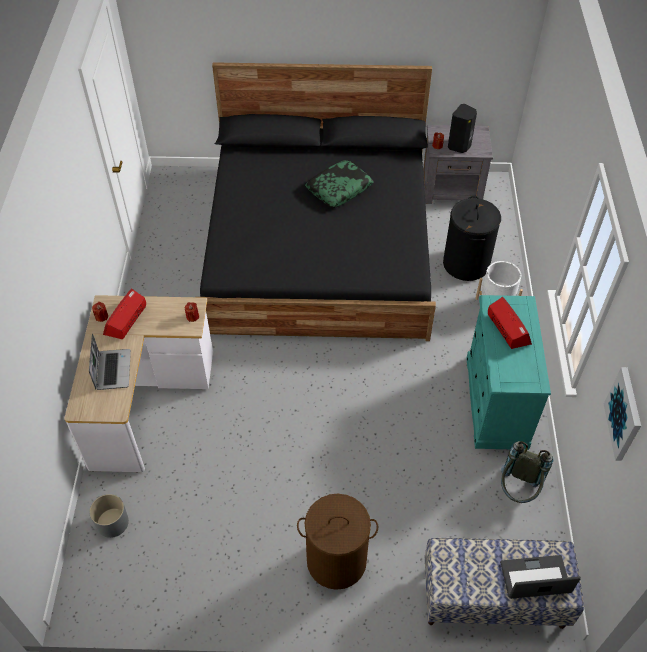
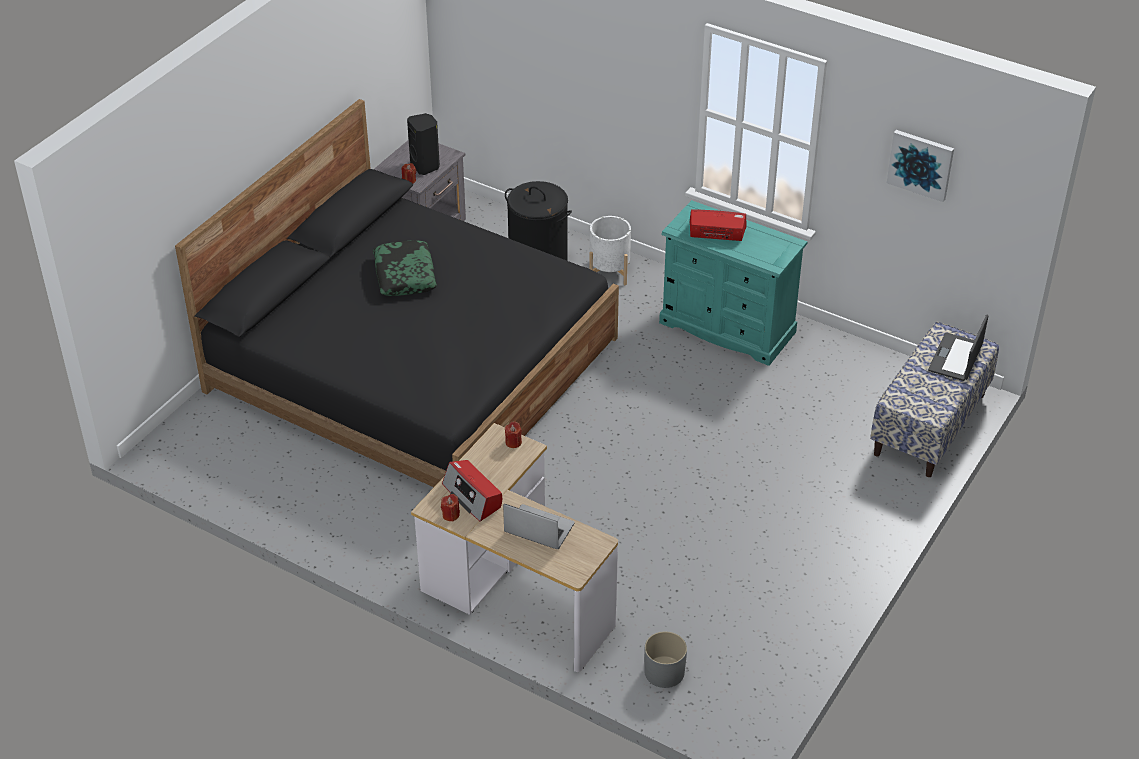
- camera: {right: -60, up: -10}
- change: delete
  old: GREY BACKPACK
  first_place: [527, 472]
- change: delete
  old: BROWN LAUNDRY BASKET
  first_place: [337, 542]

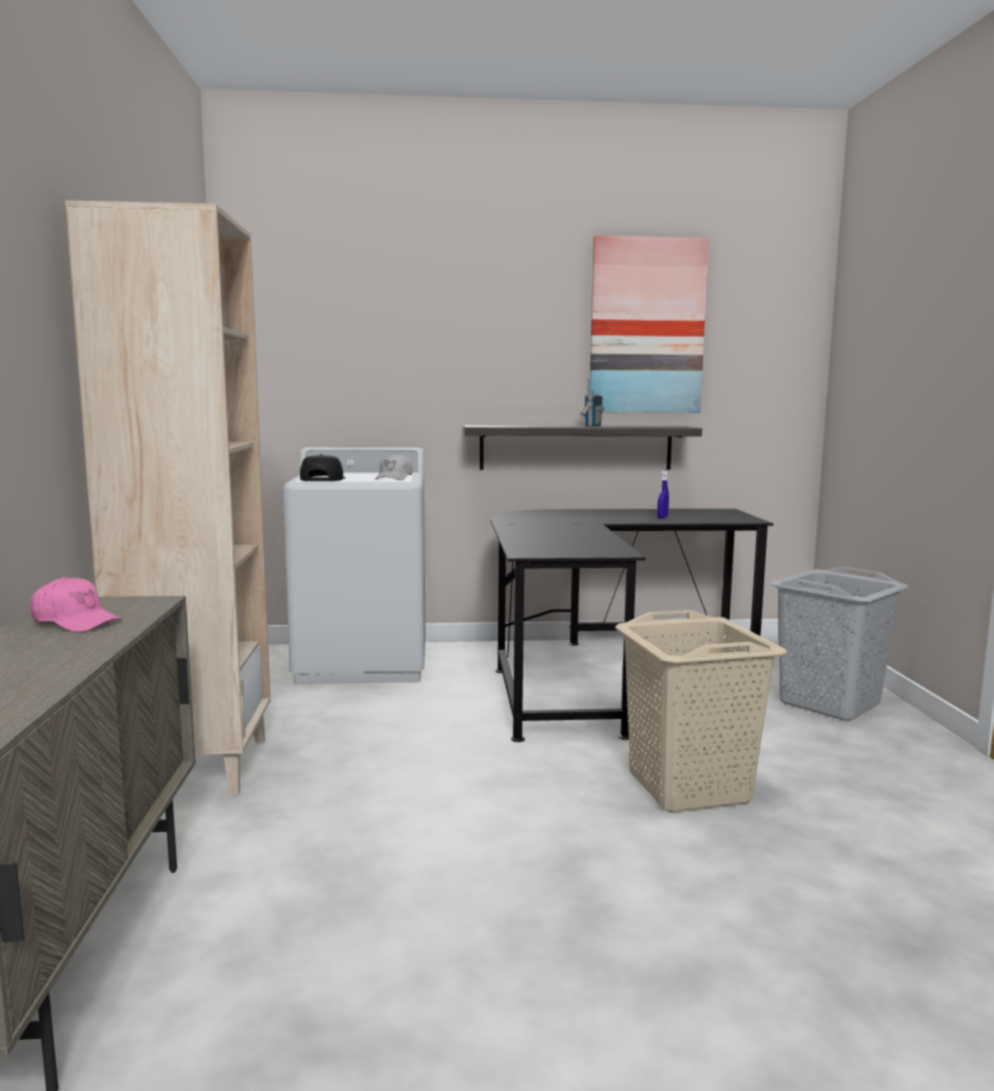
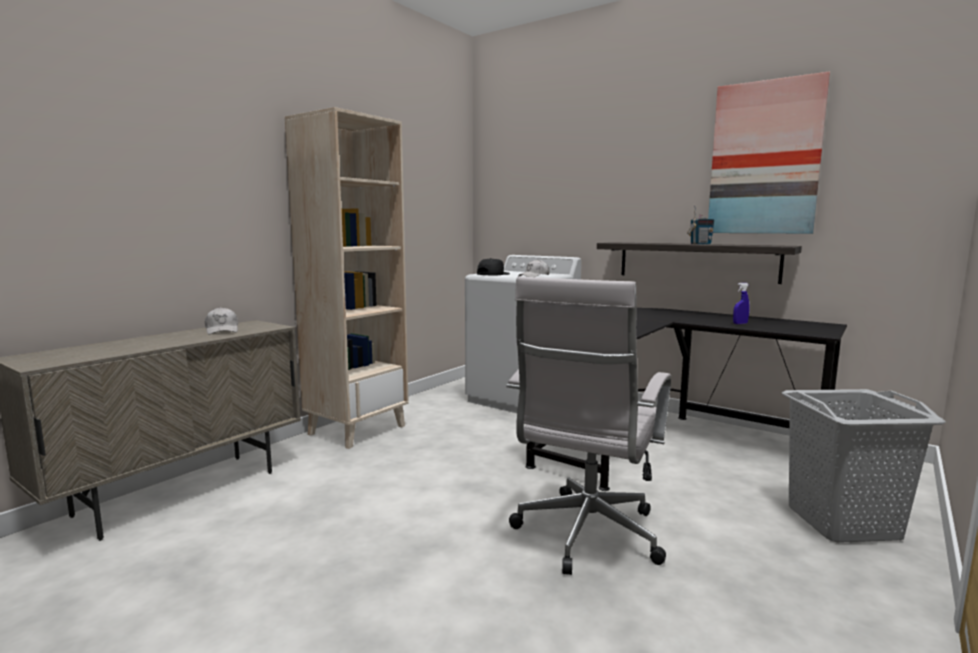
- camera: {right: 40, up: 0}
- change: recolor
  old: PINK CAP
  new: WHITE CAP
  first_place: [76, 604]
  second_place: [221, 320]
- change: replace
  old: BEIGE LAUNDRY BASKET
  new: WHITE OFFICE CHAIR
  first_place: [701, 711]
  second_place: [588, 425]

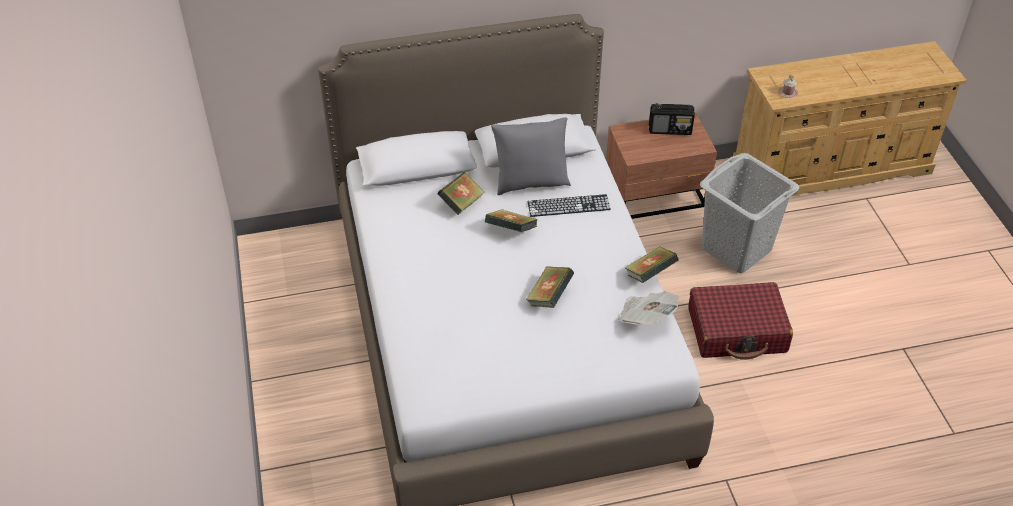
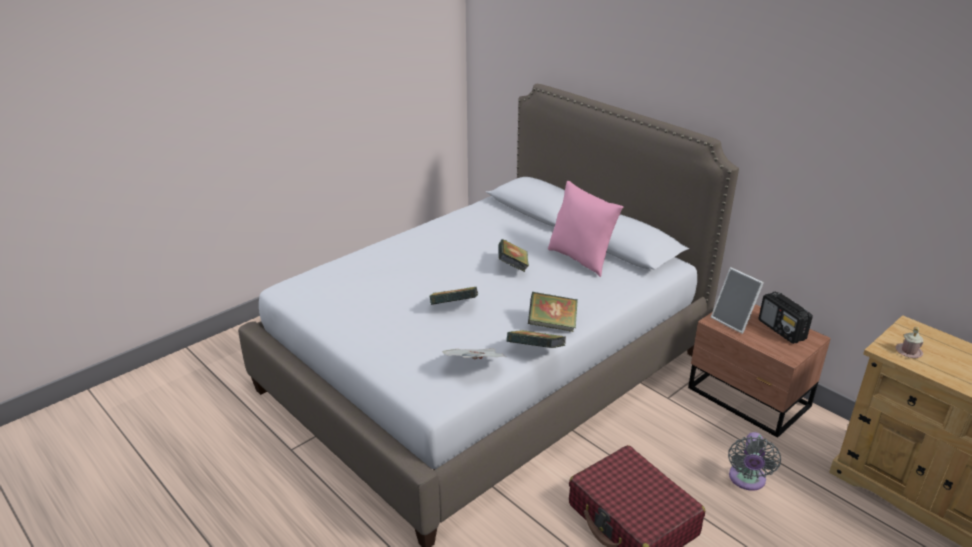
- camera: {right: 60, up: -15}
- change: recolor
  old: GREY PILLOW
  new: PINK PILLOW
  first_place: [531, 156]
  second_place: [585, 229]
- change: replace
  old: GREY LAUNDRY BASKET
  new: GREY FAN
  first_place: [749, 213]
  second_place: [754, 461]
- change: move
  old: BOOK
  first_place: [461, 193]
  second_place: [553, 312]
- change: delete
  old: KEYBOARD
  first_place: [569, 205]
- change: insert
  new: PICTURE FRAME
  second_place: [737, 300]

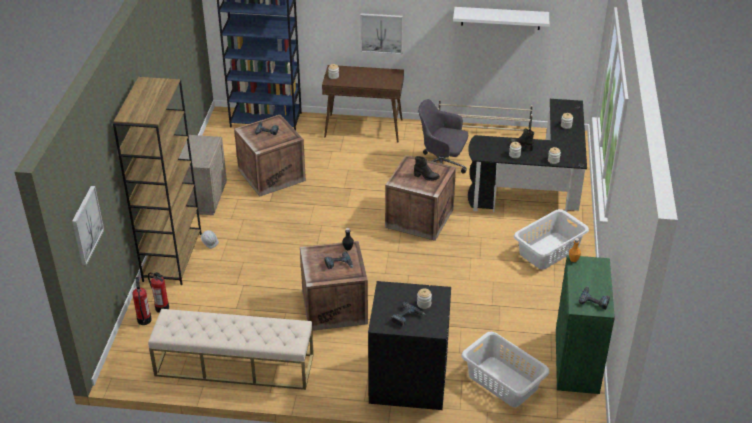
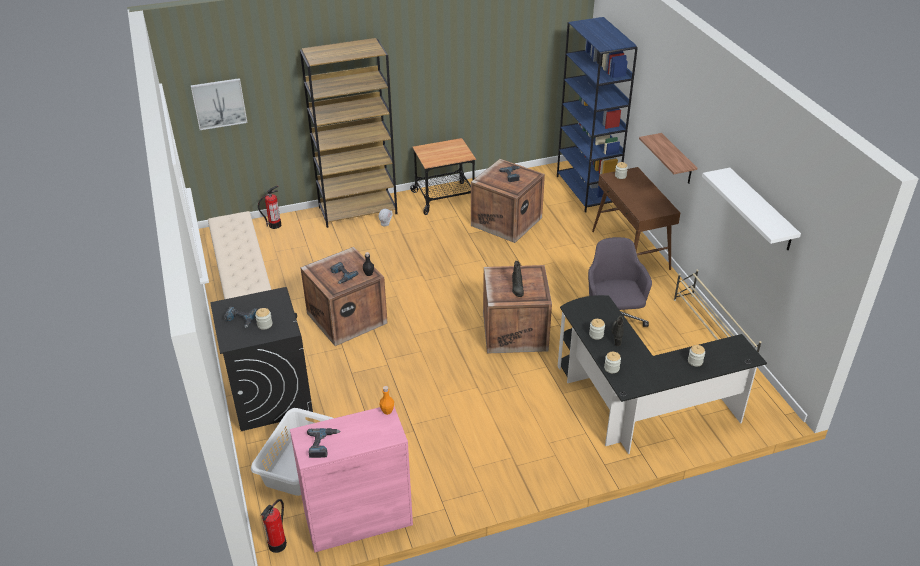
- camera: {right: 65, up: 0}
- change: replace
  old: PICTURE
  new: SHELF
  first_place: [381, 33]
  second_place: [668, 158]
- change: replace
  old: BEIGE NIGHTSTAND
  new: CART
  first_place: [203, 175]
  second_place: [443, 176]
- change: delete
  old: WHITE LAUNDRY BASKET
  first_place: [551, 239]
- change: recolor
  old: GREEN CABINET
  new: PINK CABINET
  first_place: [585, 324]
  second_place: [351, 479]
- change: move
  old: FIRE EXTINGUISHER
  first_place: [158, 292]
  second_place: [274, 526]

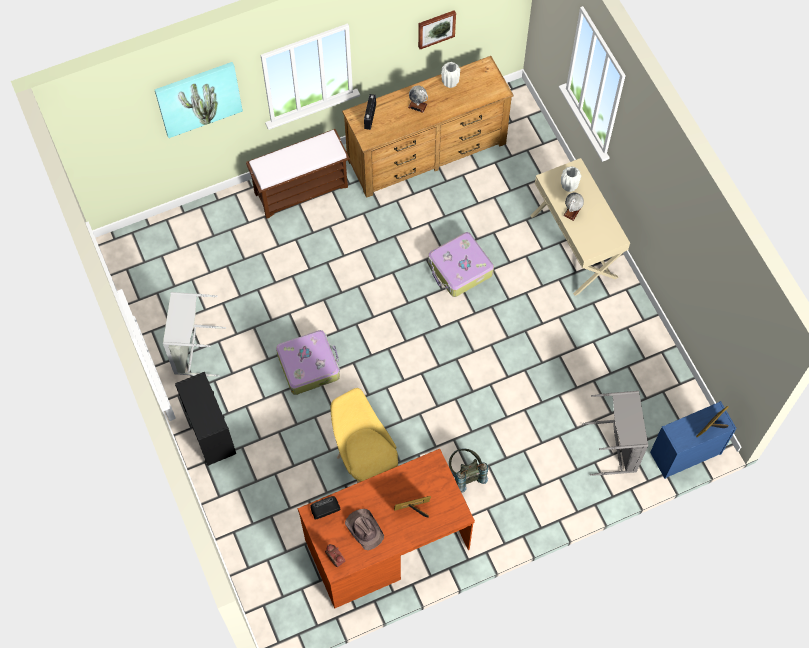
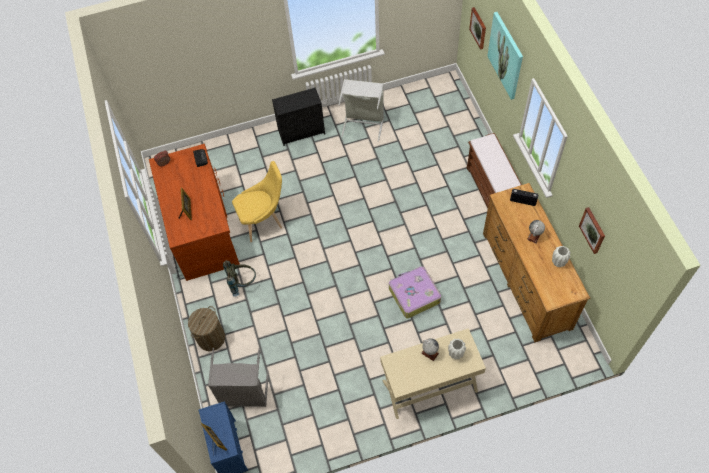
- camera: {right: 100, up: -5}
- change: delete
  old: SUITCASE
  first_place: [308, 362]
- change: delete
  old: BROWN HAT
  first_place: [364, 529]
- change: insert
  new: PICTURE
  second_place: [477, 28]
- change: insert
  new: LAUNDRY BASKET
  second_place: [206, 328]

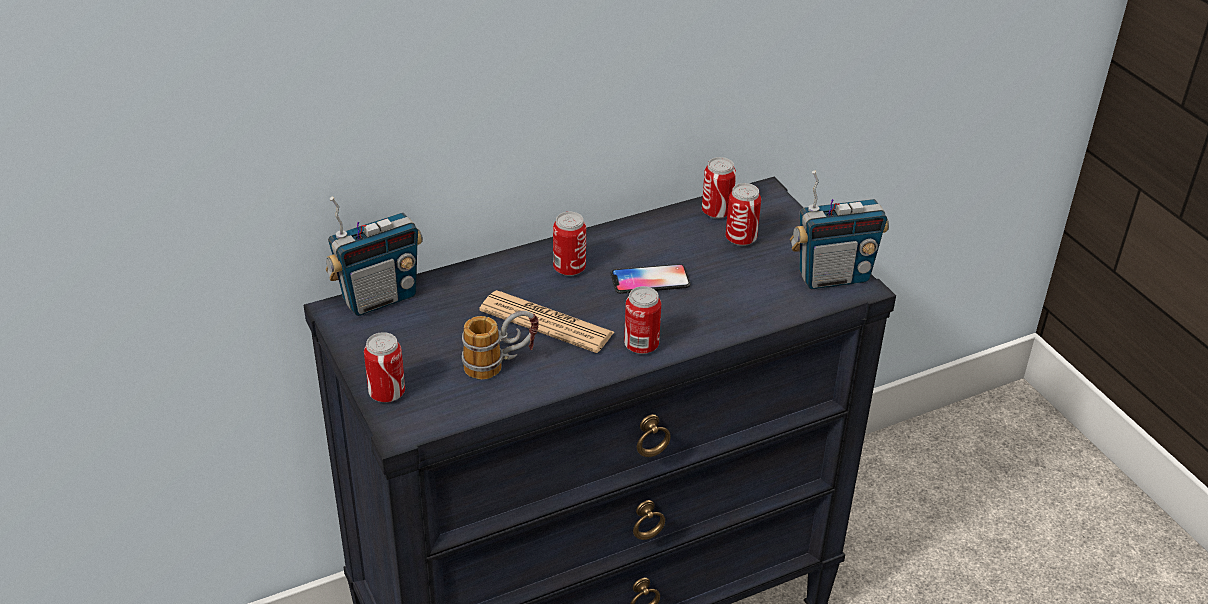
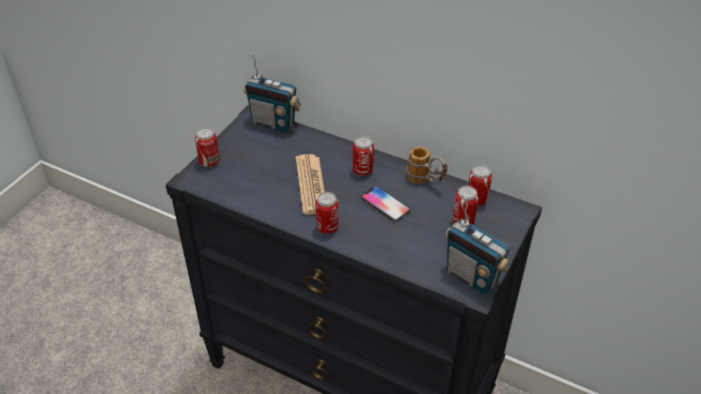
- camera: {right: 55, up: 5}
- change: move
  old: MUG
  first_place: [500, 345]
  second_place: [427, 165]

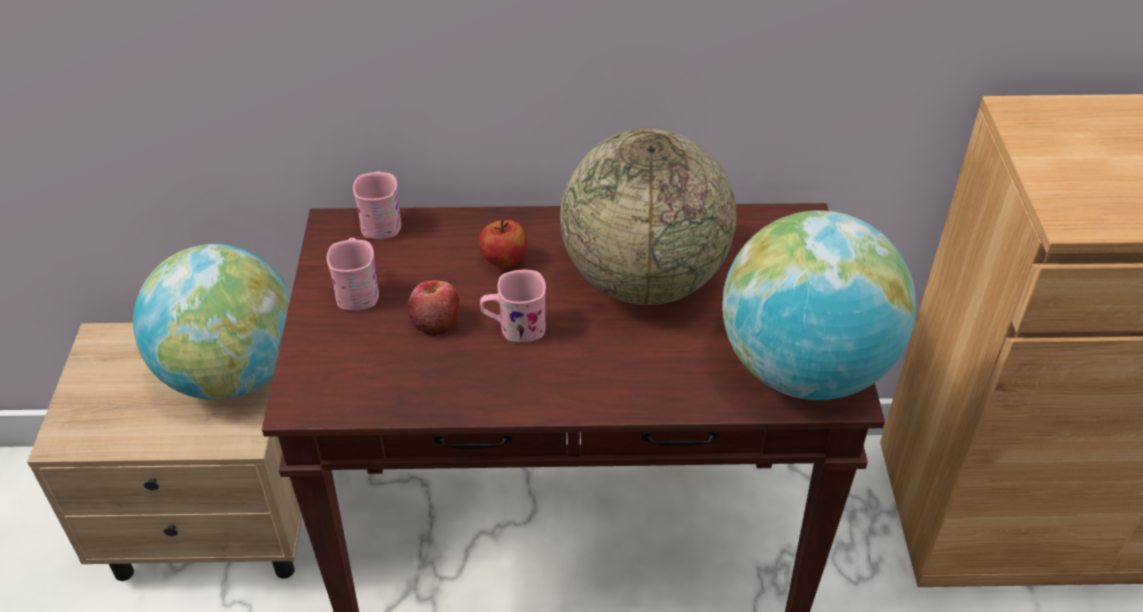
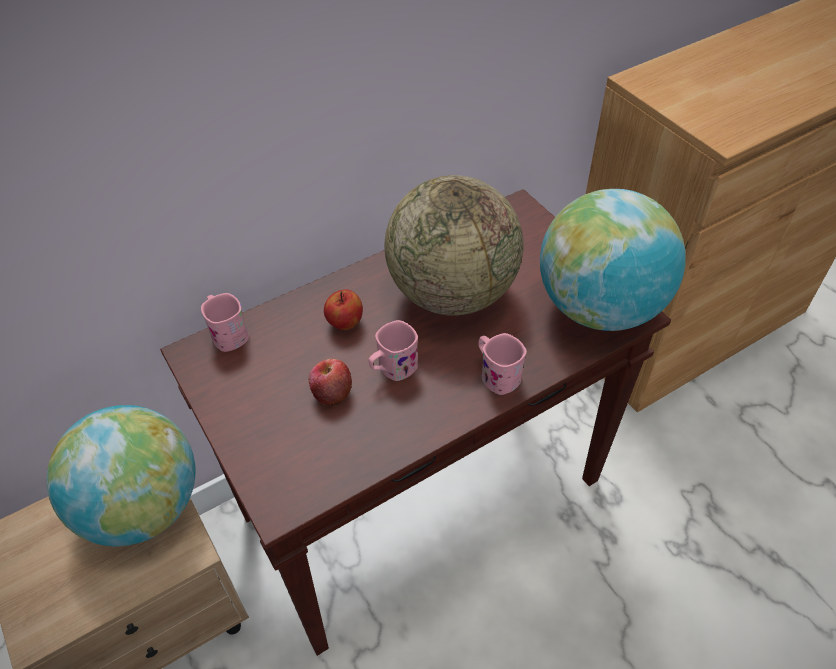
- camera: {right: -30, up: 5}
- change: move
  old: PINK MUG
  first_place: [353, 274]
  second_place: [502, 364]

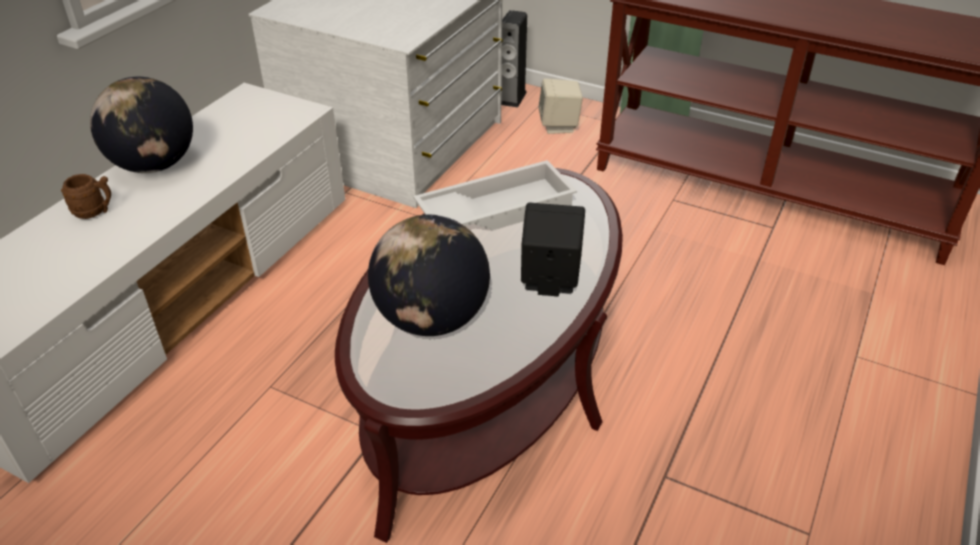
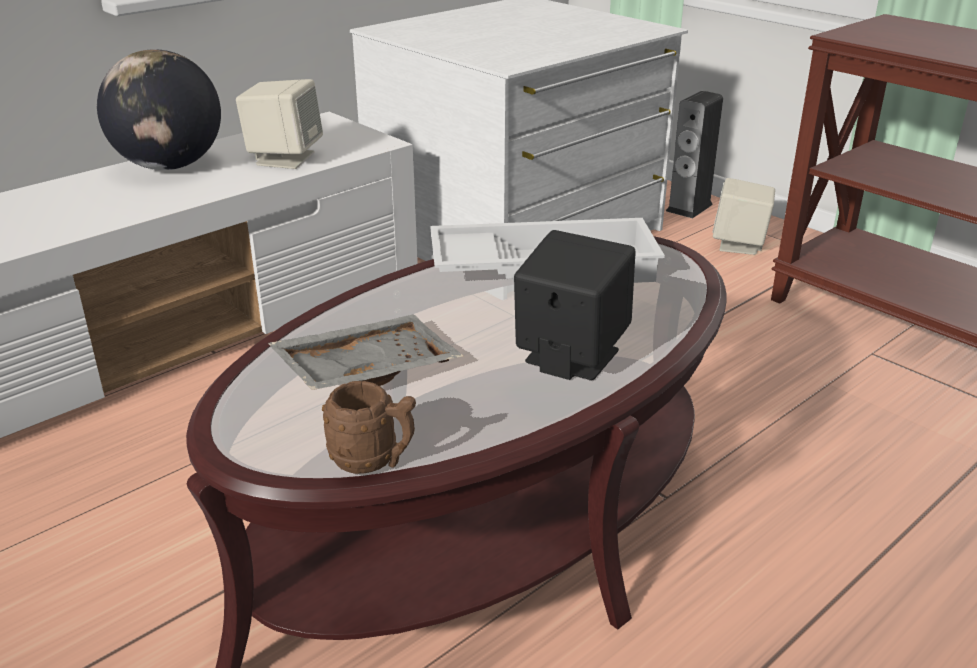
- camera: {right: 20, up: -10}
- change: move
  old: BROWN MUG
  first_place: [86, 196]
  second_place: [369, 427]
- change: replace
  old: GLOBE
  new: GREY TRAY
  first_place: [429, 275]
  second_place: [365, 352]
- change: insert
  new: BEIGE SPEAKER
  second_place: [279, 124]

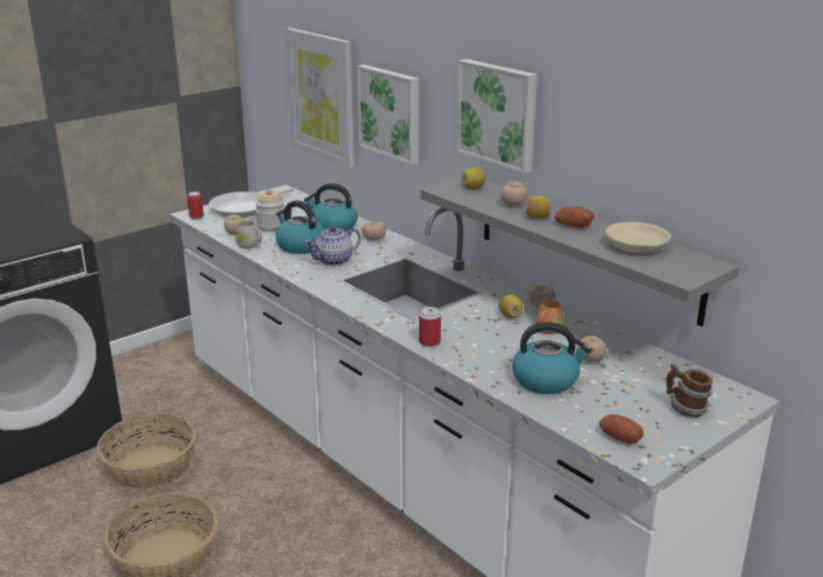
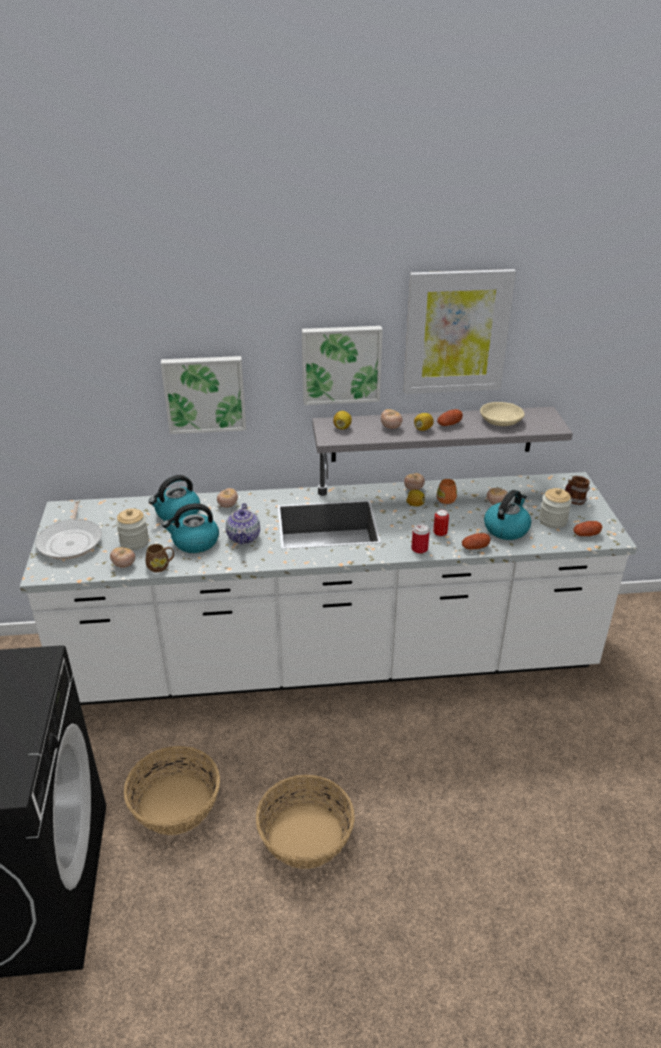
- camera: {right: -55, up: 10}
- change: move
  old: PICTURE
  first_place: [320, 97]
  second_place: [460, 331]
- change: move
  old: CAN
  first_place: [195, 205]
  second_place: [441, 523]
- change: recolor
  old: WHITE MUG
  new: BROWN MUG
  first_place: [249, 235]
  second_place: [160, 558]
- change: insert
  new: JAR
  second_place: [555, 508]
- change: insert
  new: POTATO
  second_place: [476, 541]

